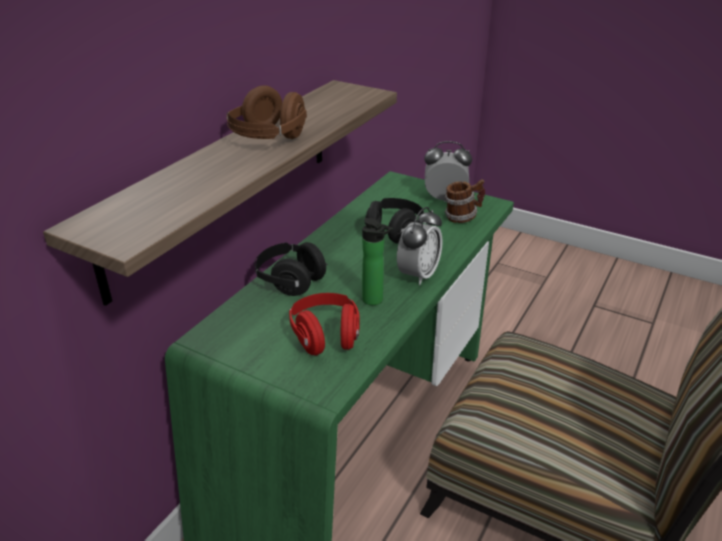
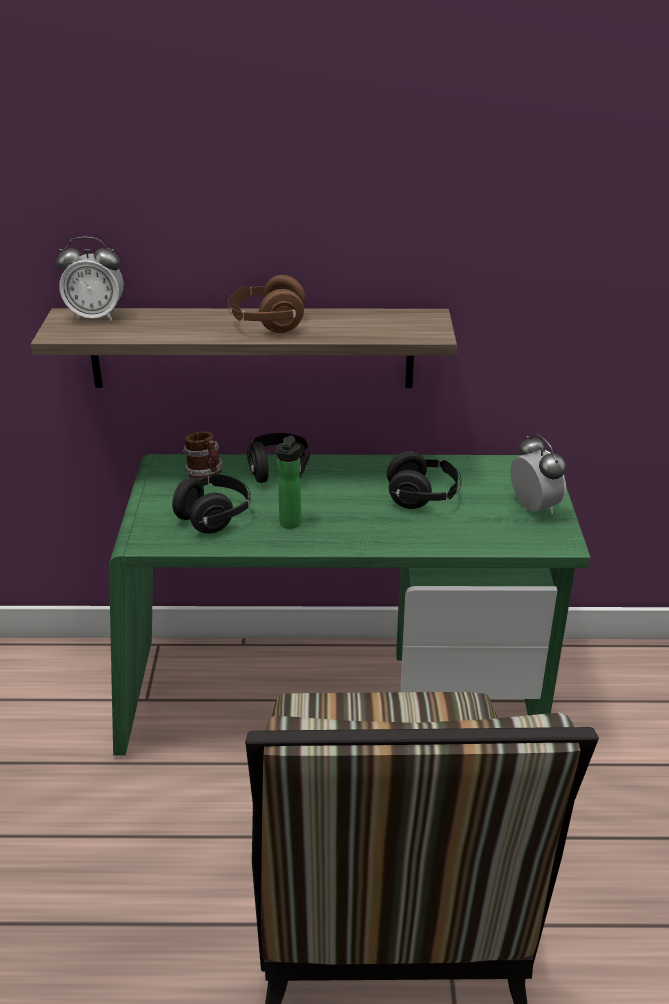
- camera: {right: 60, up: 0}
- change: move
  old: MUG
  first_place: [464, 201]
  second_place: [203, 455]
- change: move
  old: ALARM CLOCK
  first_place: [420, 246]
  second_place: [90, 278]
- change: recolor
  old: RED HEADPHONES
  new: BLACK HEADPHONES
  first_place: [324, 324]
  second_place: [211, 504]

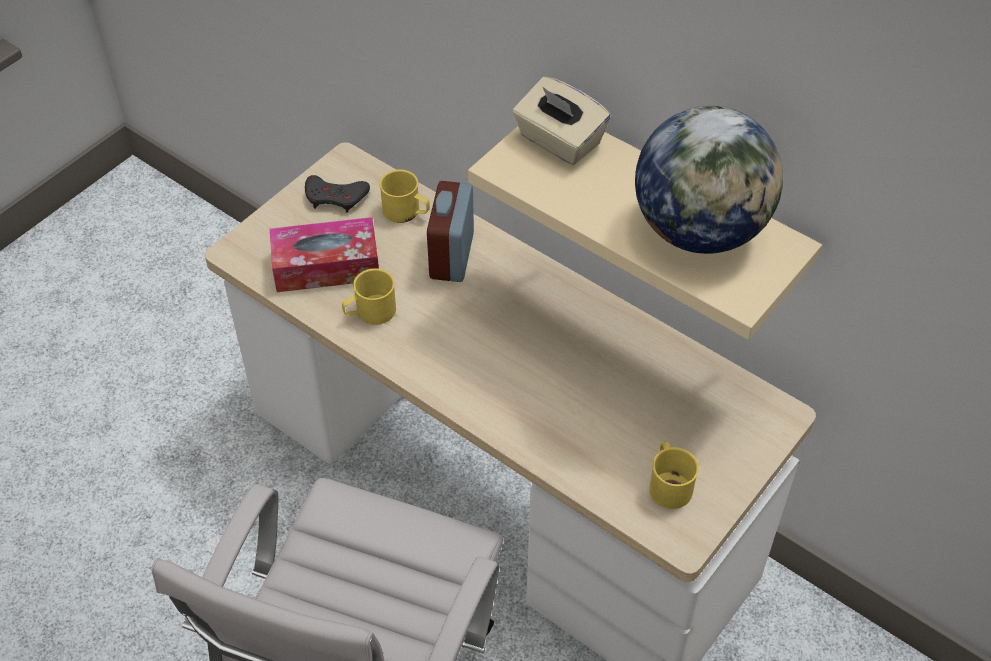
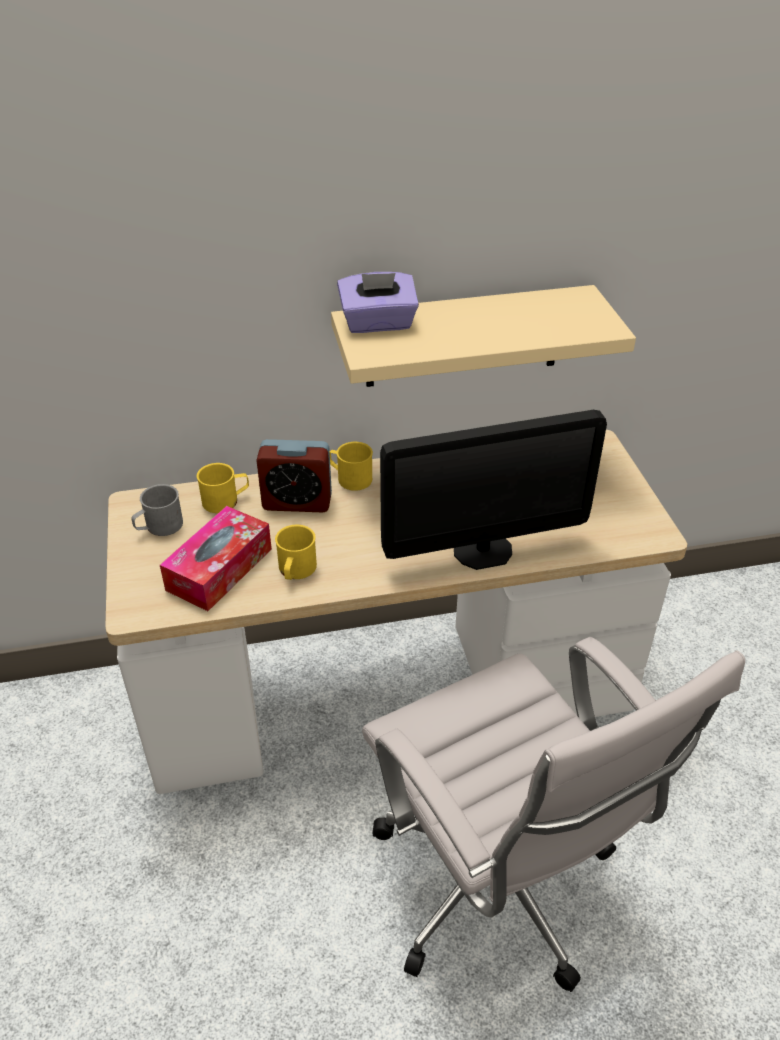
- camera: {right: -50, up: -10}
- change: recolor
  old: BEIGE TISSUE BOX
  new: PURPLE TISSUE BOX
  first_place: [561, 121]
  second_place: [378, 302]
- change: delete
  old: GLOBE
  first_place: [709, 180]
- change: replace
  old: GREY GAME CONTROLLER
  new: GREY MUG
  first_place: [337, 194]
  second_place: [157, 510]
- change: rotate
  old: ALARM CLOCK
  first_place: [450, 231]
  second_place: [294, 475]
  degrees: -45
- change: move
  old: YELLOW MUG
  first_place: [674, 475]
  second_place: [351, 466]
- change: insert
  new: MONITOR
  second_place: [493, 490]

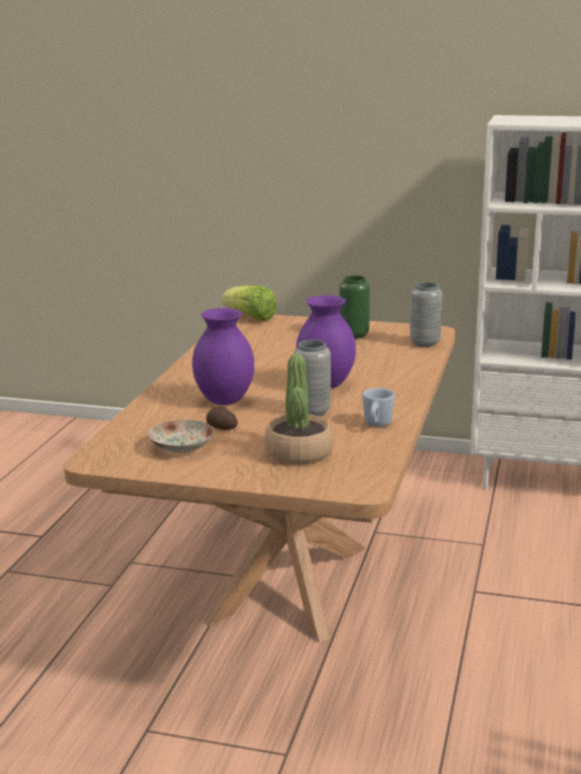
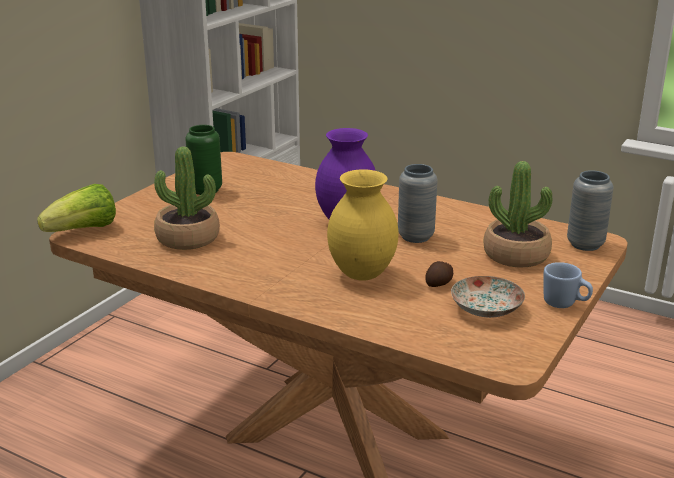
- camera: {right: -75, up: 5}
- change: move
  old: GREY VASE
  first_place: [426, 314]
  second_place: [590, 210]
- change: recolor
  old: PURPLE VASE
  new: YELLOW VASE
  first_place: [223, 356]
  second_place: [363, 224]
- change: move
  old: BLUE MUG
  first_place: [378, 407]
  second_place: [568, 285]
- change: insert
  new: POTTED PLANT
  second_place: [187, 198]

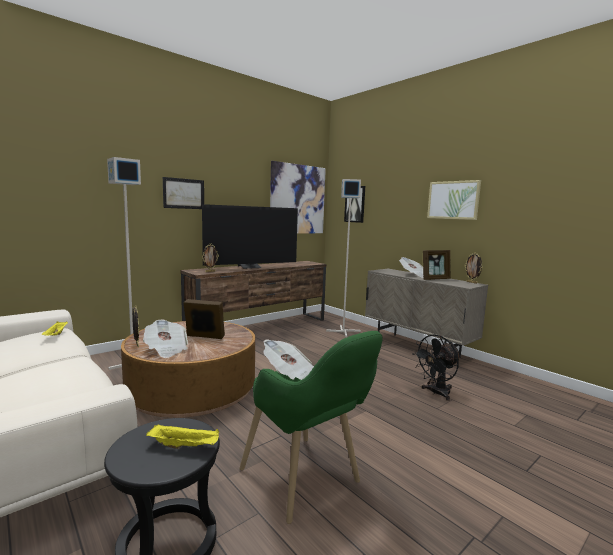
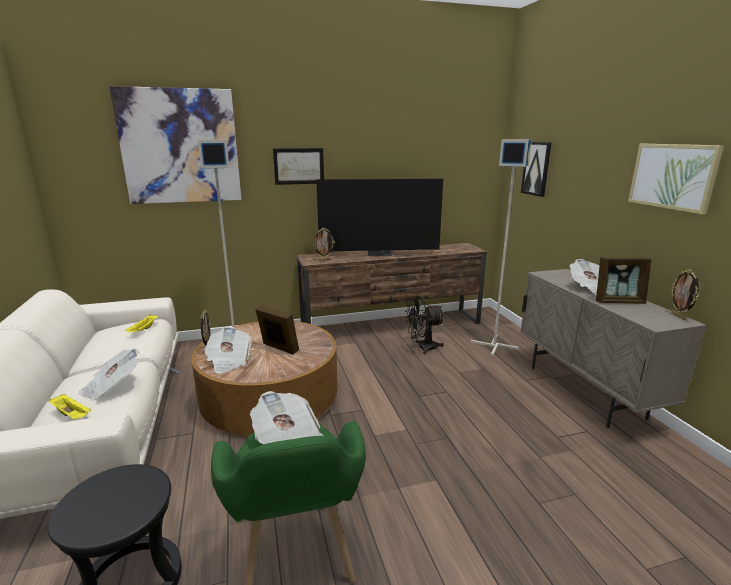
- camera: {right: 25, up: 10}
- change: move
  old: PICTURE
  first_place: [298, 197]
  second_place: [175, 145]
- change: move
  old: BLACK FAN
  first_place: [436, 367]
  second_place: [425, 325]
- change: move
  old: YELLOW TRAY
  first_place: [182, 436]
  second_place: [70, 407]
- change: insert
  new: NEWSPAPER
  second_place: [109, 374]

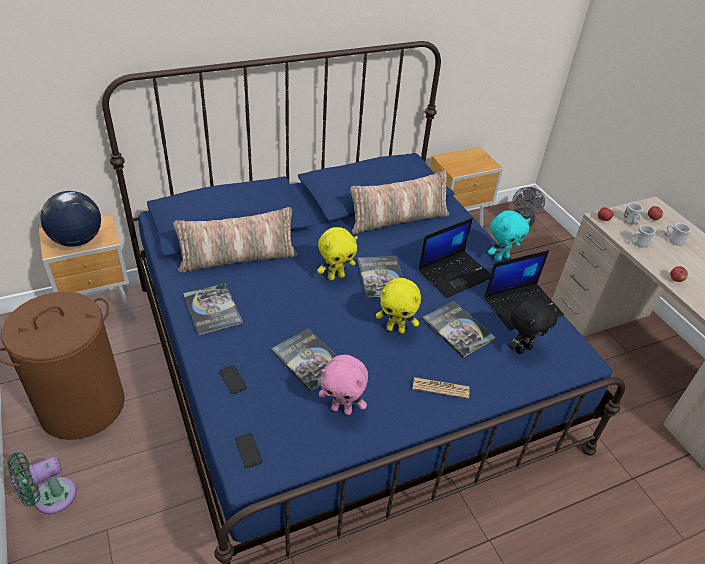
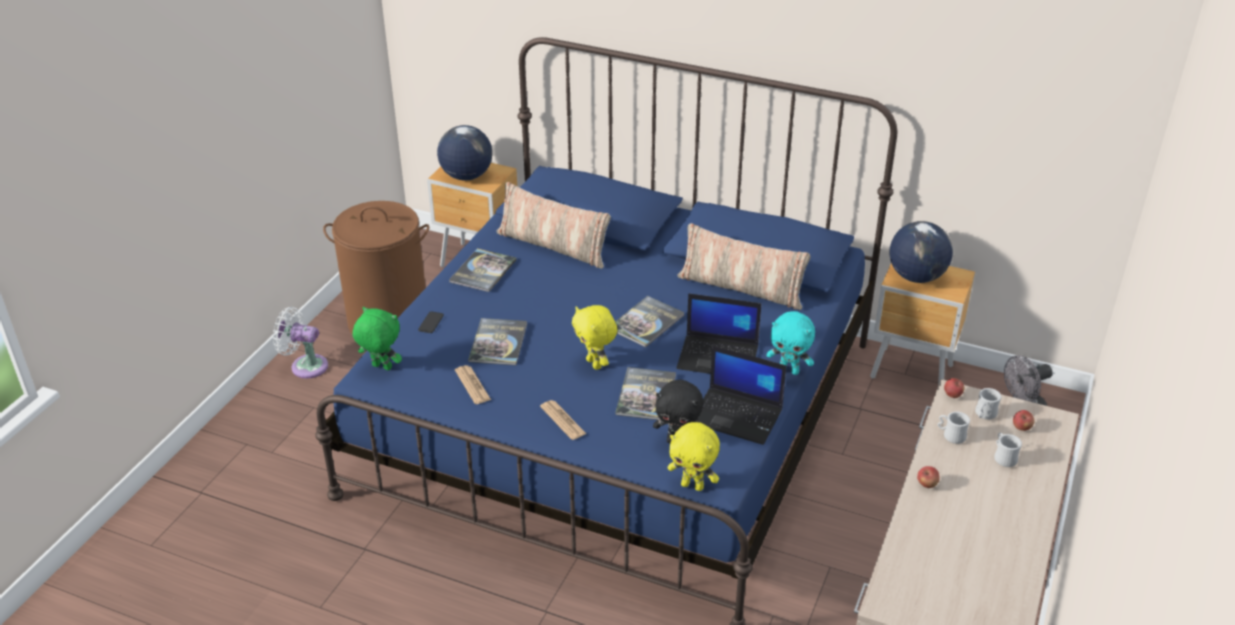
- camera: {right: 50, up: -5}
- change: move
  old: YELLOW PLUSH TOY
  first_place: [337, 253]
  second_place: [693, 456]
- change: replace
  old: PINK PLUSH TOY
  new: NEWSPAPER
  first_place: [343, 385]
  second_place: [473, 384]
- change: replace
  old: PHONE
  new: GREEN PLUSH TOY
  first_place: [248, 450]
  second_place: [377, 338]
- change: recolor
  old: GREEN FAN
  new: WHITE FAN
  first_place: [41, 483]
  second_place: [300, 343]
- change: insert
  new: GLOBE
  second_place: [921, 252]

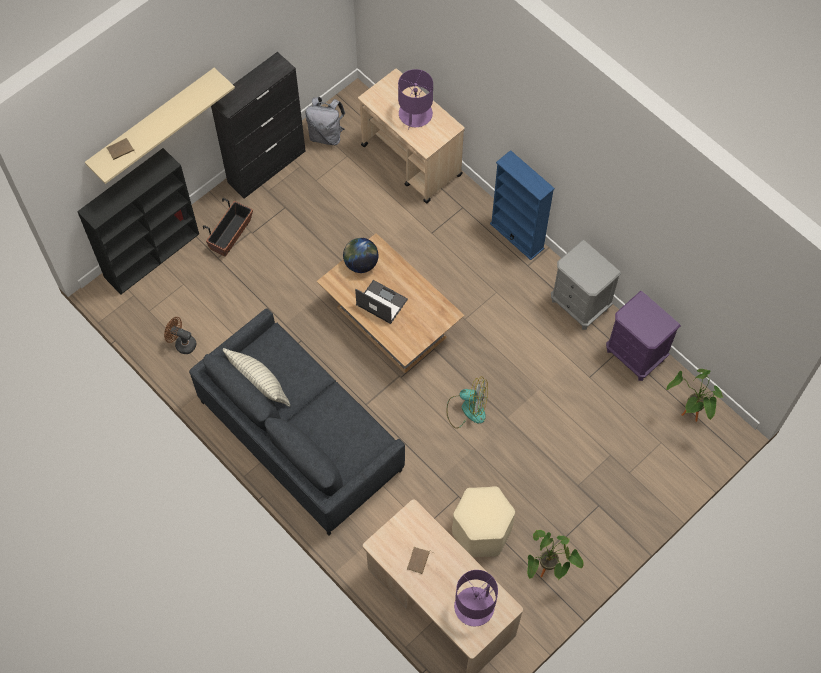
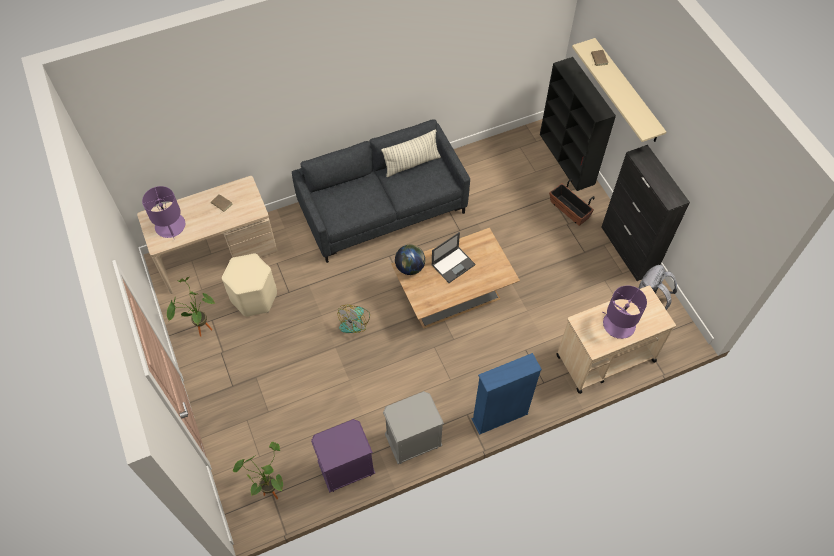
- camera: {right: 110, up: -5}
- change: move
  old: GLOBE
  first_place: [361, 255]
  second_place: [410, 260]
- change: delete
  old: BROWN FAN
  first_place: [180, 335]

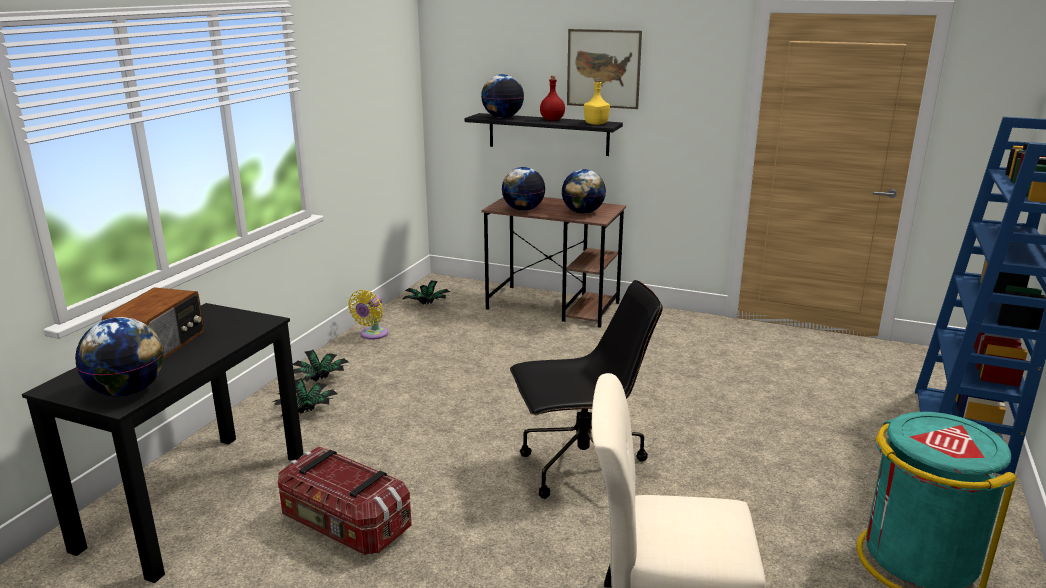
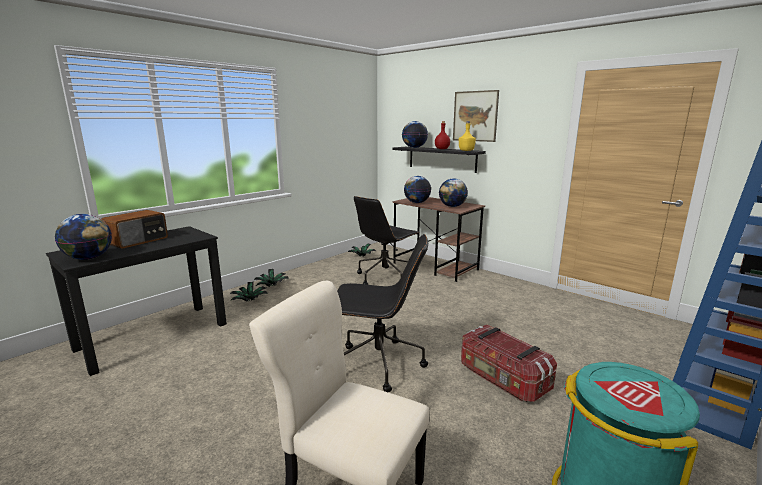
- camera: {right: 20, up: -5}
- change: delete
  old: YELLOW FAN
  first_place: [368, 315]
- change: move
  old: STORAGE BOX
  first_place: [345, 500]
  second_place: [509, 363]
- change: insert
  new: BLACK OFFICE CHAIR
  second_place: [386, 240]

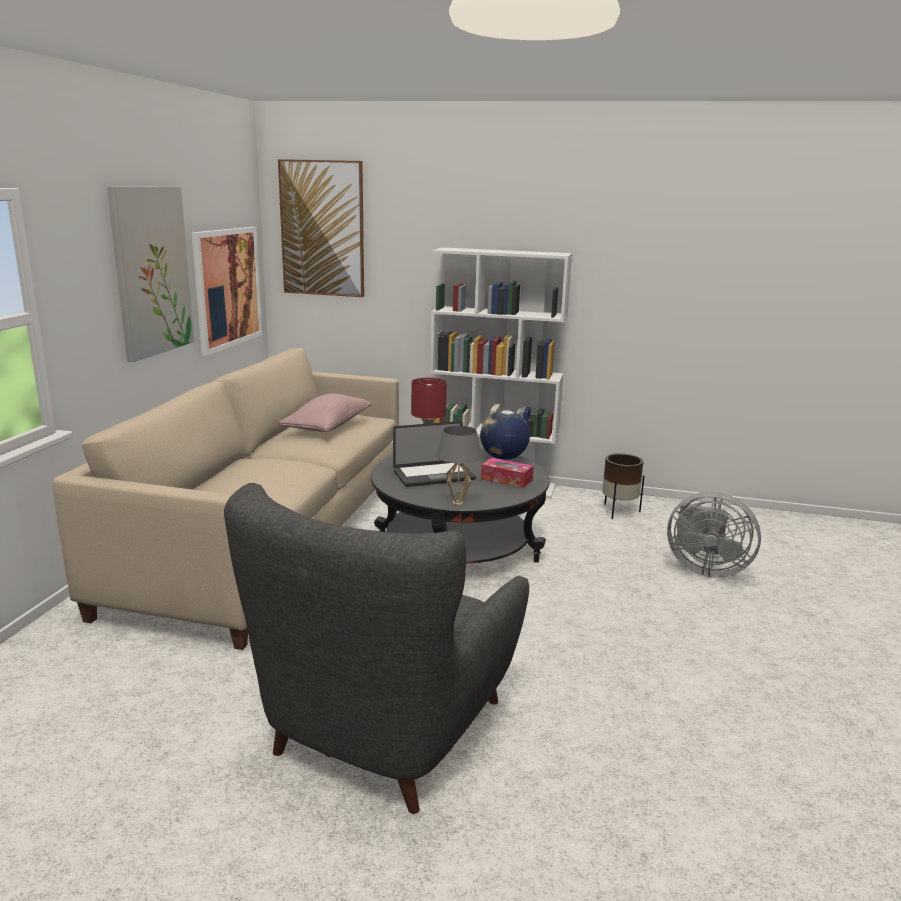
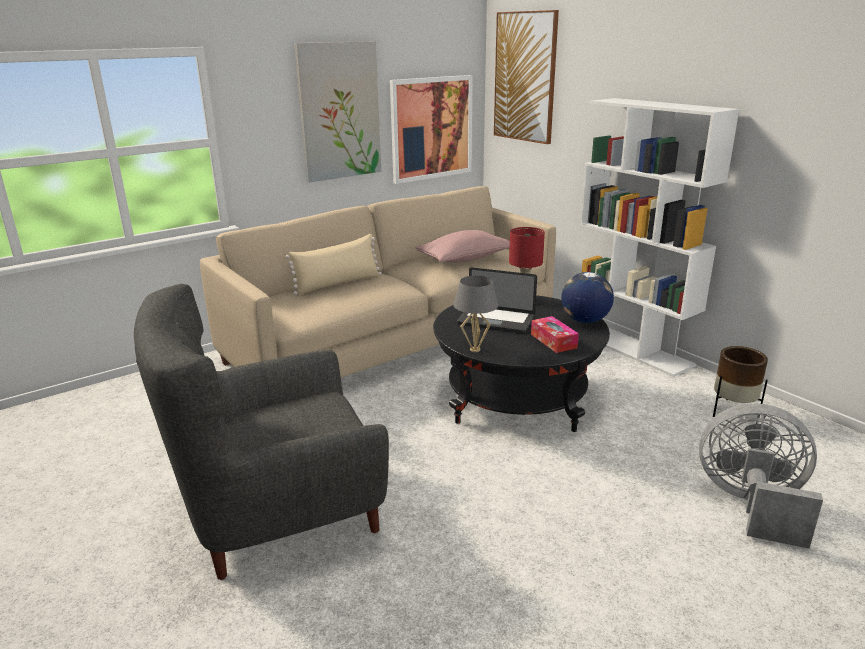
- camera: {right: 40, up: 5}
- change: rotate
  old: GREY FAN
  first_place: [714, 535]
  second_place: [761, 476]
  degrees: 135
- change: insert
  new: BEIGE PILLOW
  second_place: [333, 264]

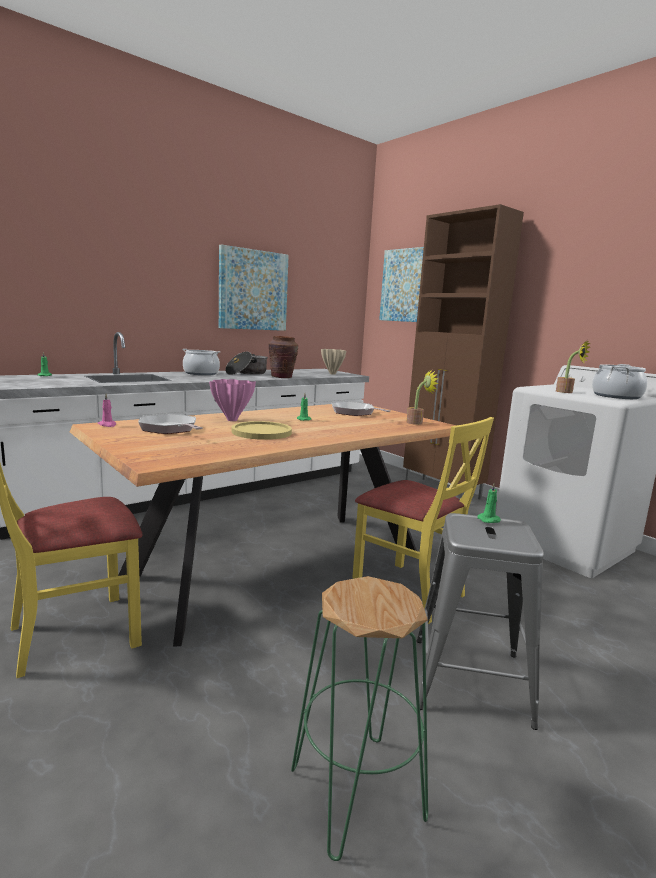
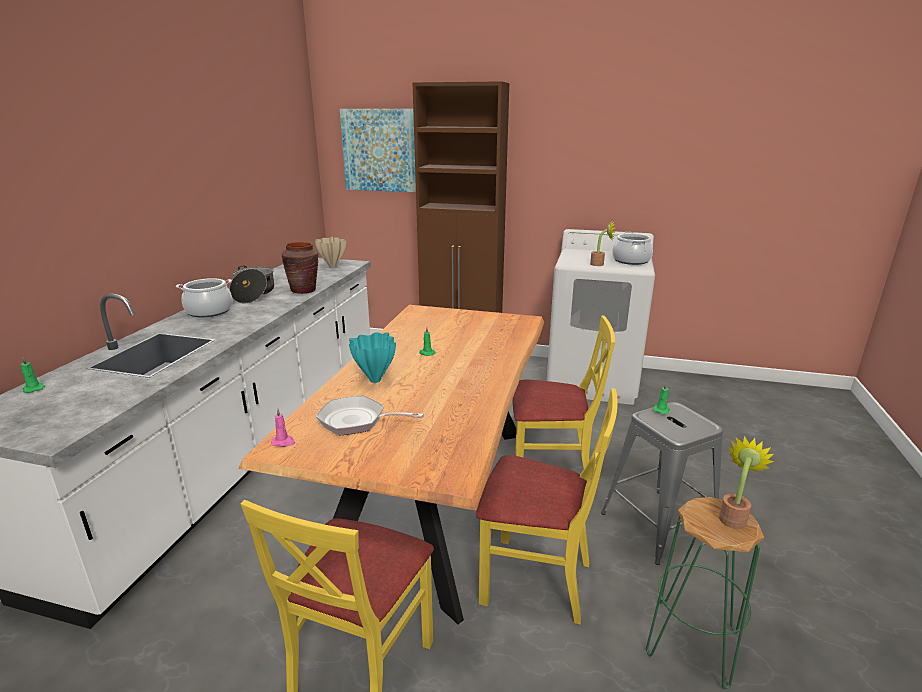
- camera: {right: -35, up: 10}
- change: delete
  old: PICTURE
  first_place: [254, 287]
- change: move
  old: POTTED PLANT
  first_place: [423, 397]
  second_place: [746, 482]
- change: recolor
  old: PINK VASE
  new: TURQUOISE VASE
  first_place: [232, 400]
  second_place: [372, 357]
- change: delete
  old: FRYING PAN
  first_place: [361, 408]
- change: delete
  old: YELLOW PLATE
  first_place: [262, 430]
- change: insert
  new: YELLOW CHAIR
  second_place: [546, 506]

